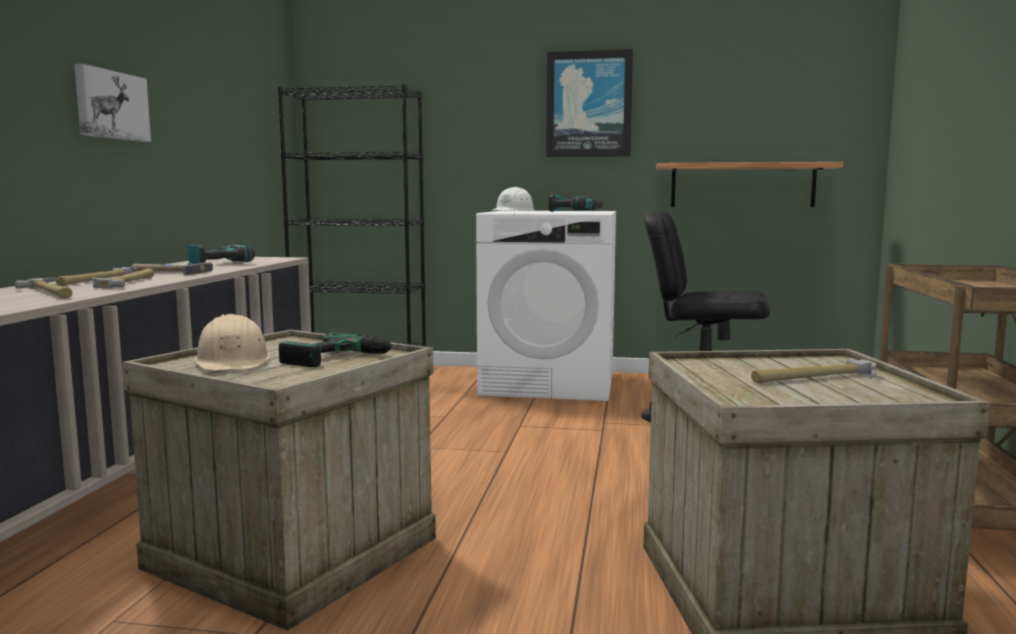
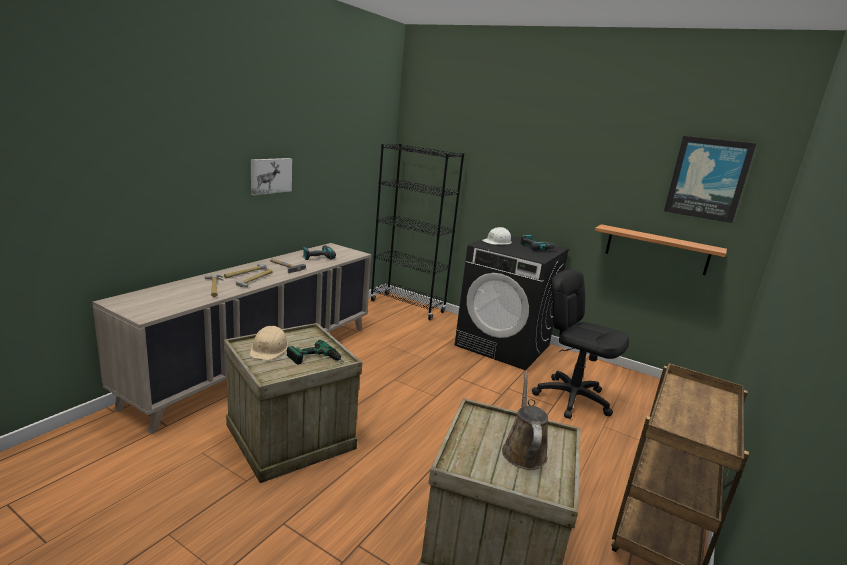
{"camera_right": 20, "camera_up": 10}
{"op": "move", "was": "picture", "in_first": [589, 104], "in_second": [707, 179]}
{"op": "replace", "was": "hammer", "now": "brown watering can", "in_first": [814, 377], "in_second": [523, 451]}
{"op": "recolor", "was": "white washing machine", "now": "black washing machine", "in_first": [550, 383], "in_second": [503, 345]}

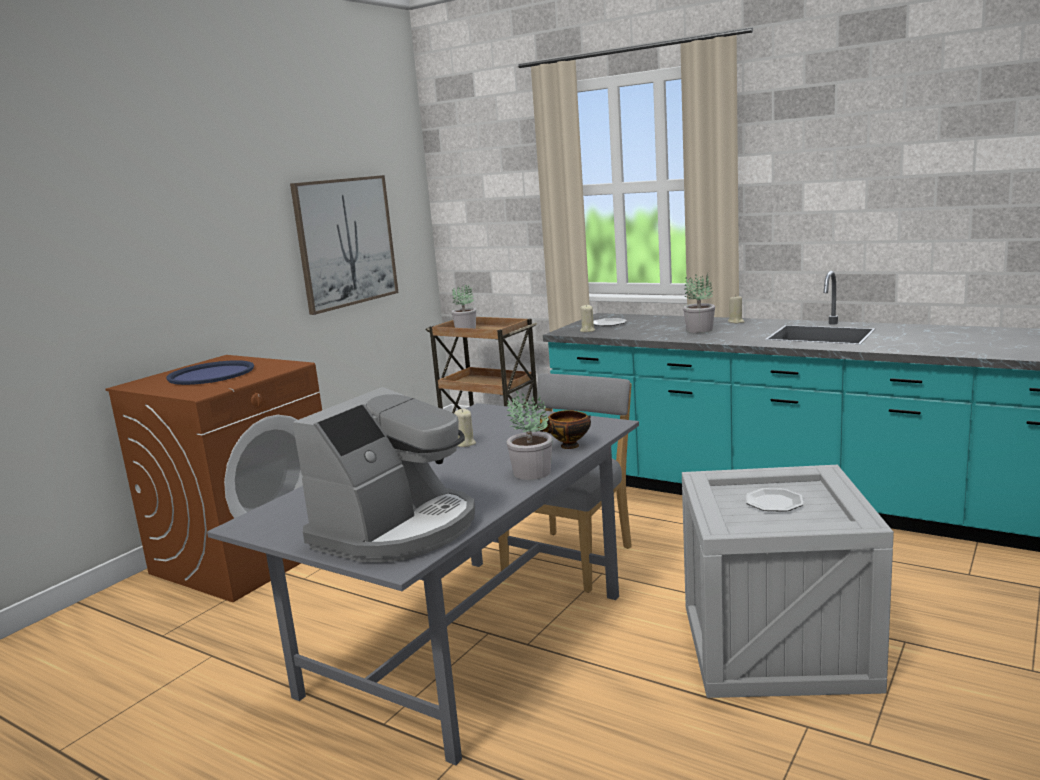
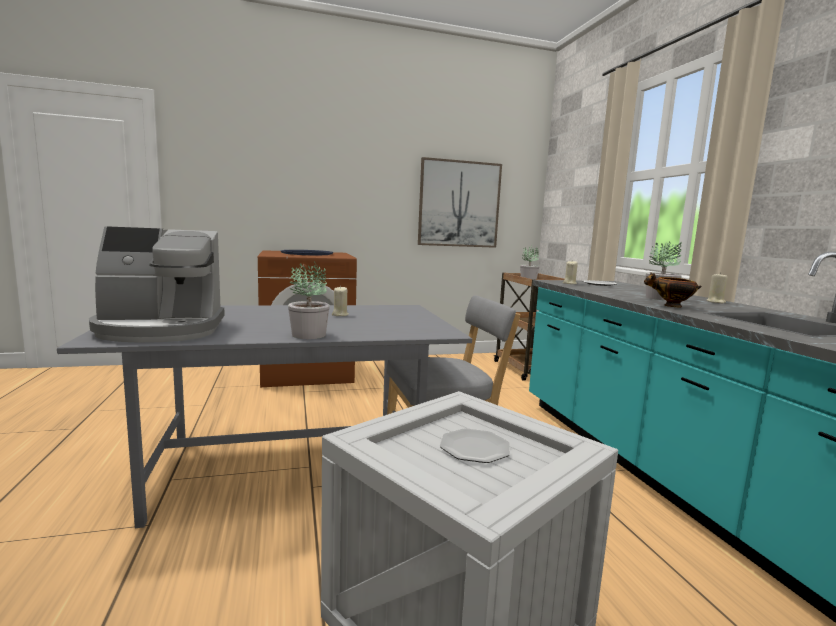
{"camera_right": 40, "camera_up": -5}
{"op": "move", "was": "bowl", "in_first": [568, 446], "in_second": [671, 306]}

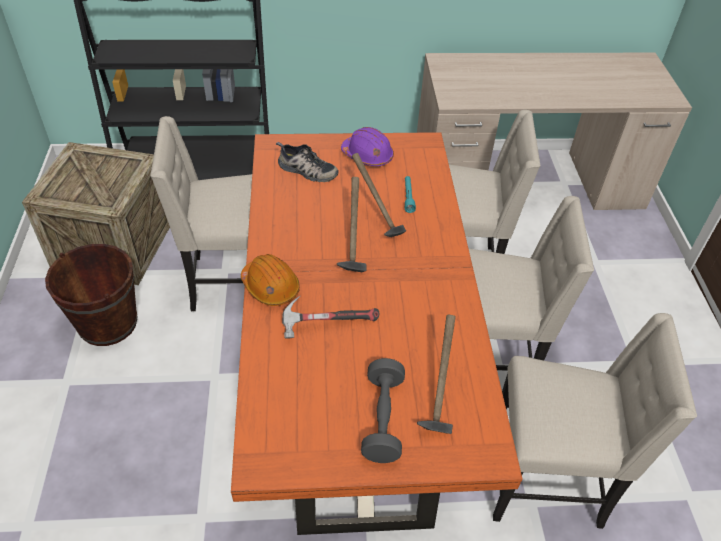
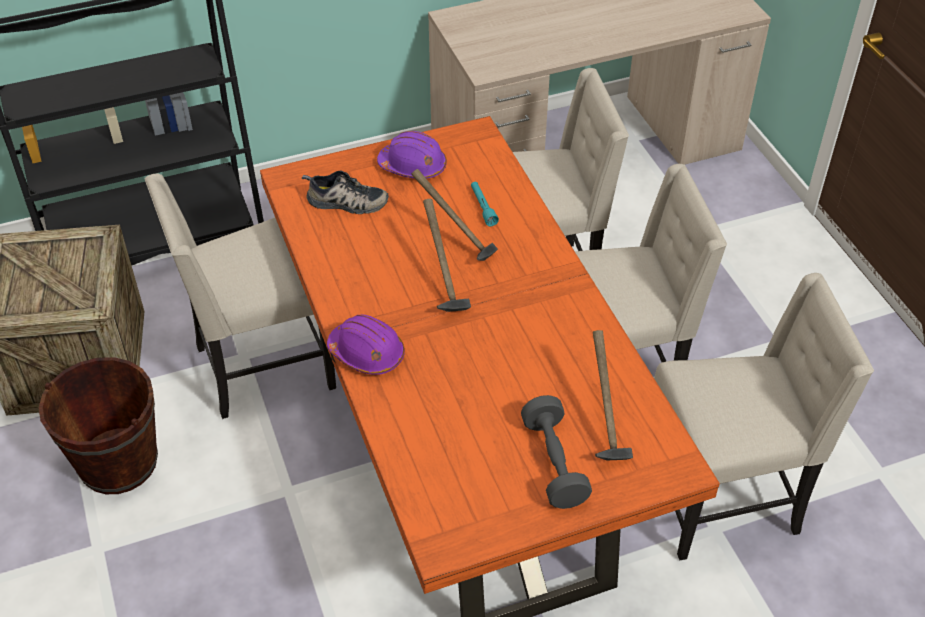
{"camera_right": -15, "camera_up": 0}
{"op": "delete", "was": "hammer", "in_first": [327, 324]}
{"op": "recolor", "was": "orange hard hat", "now": "purple hard hat", "in_first": [270, 287], "in_second": [367, 353]}

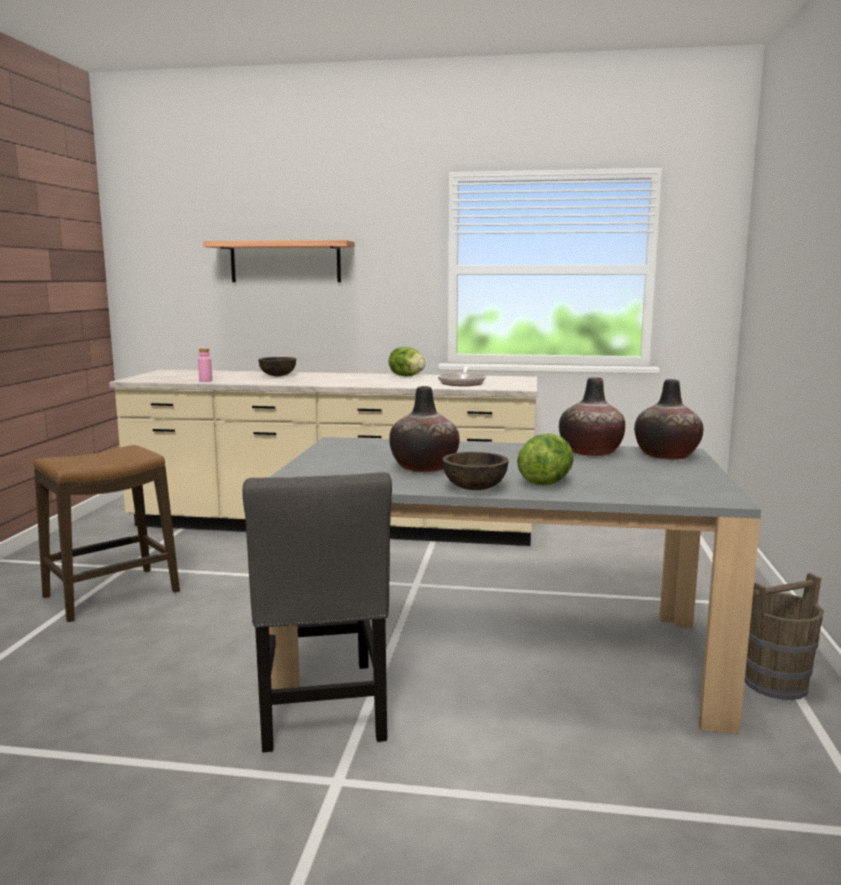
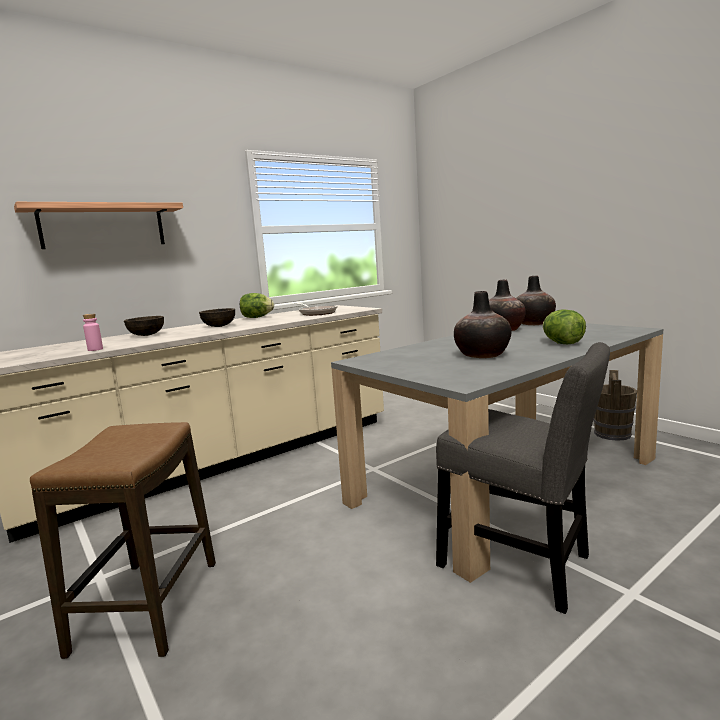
{"camera_right": -45, "camera_up": 0}
{"op": "move", "was": "brown bowl", "in_first": [475, 488], "in_second": [219, 326]}

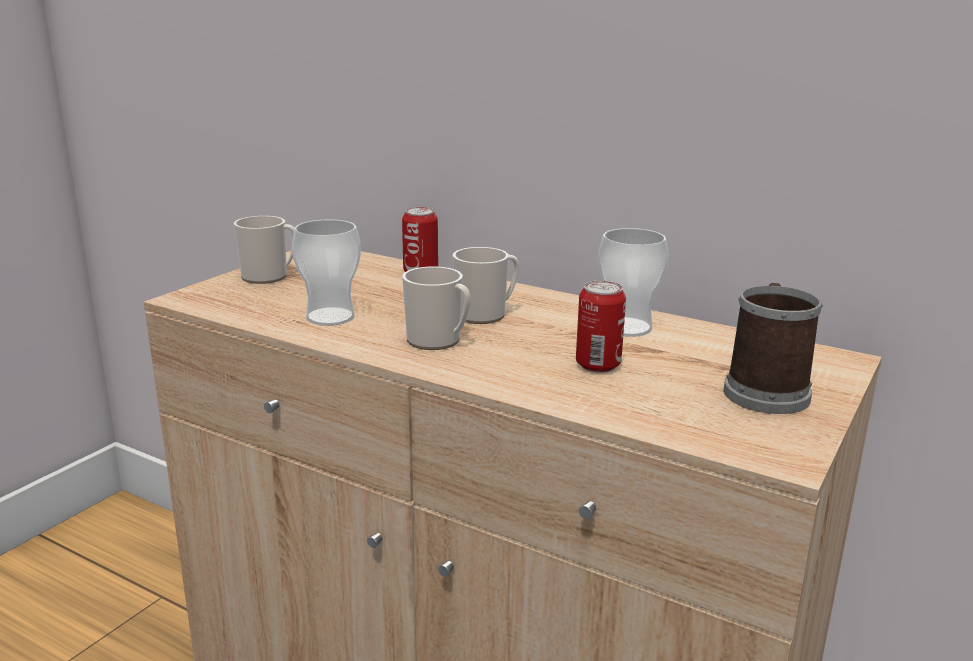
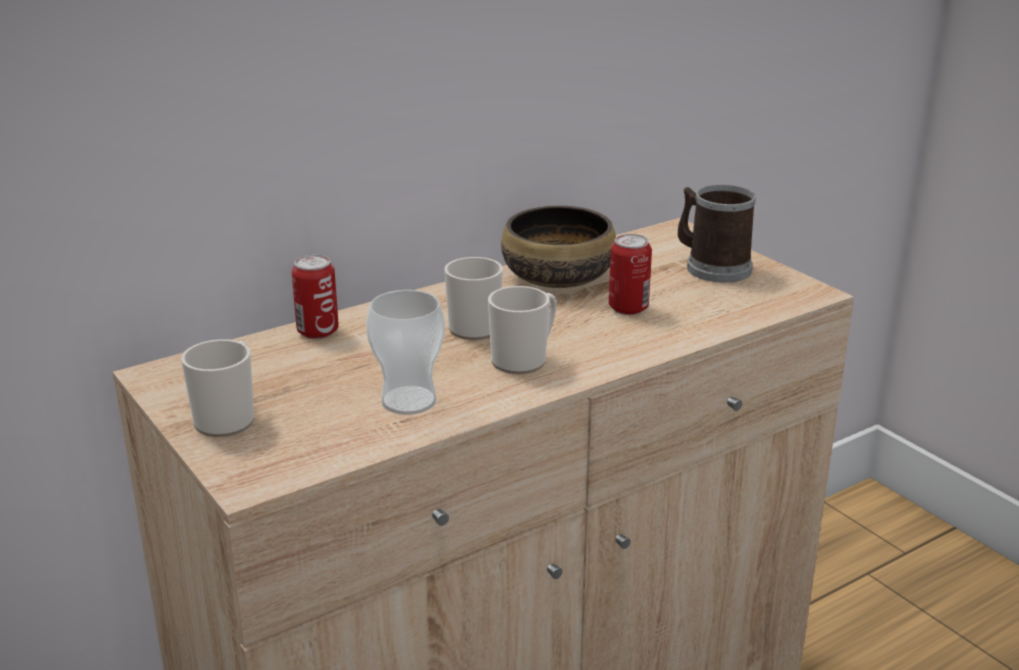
{"camera_right": -65, "camera_up": 5}
{"op": "replace", "was": "cup", "now": "bowl", "in_first": [627, 327], "in_second": [559, 278]}

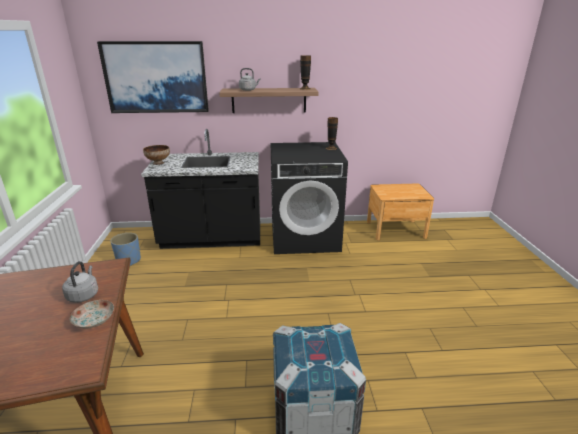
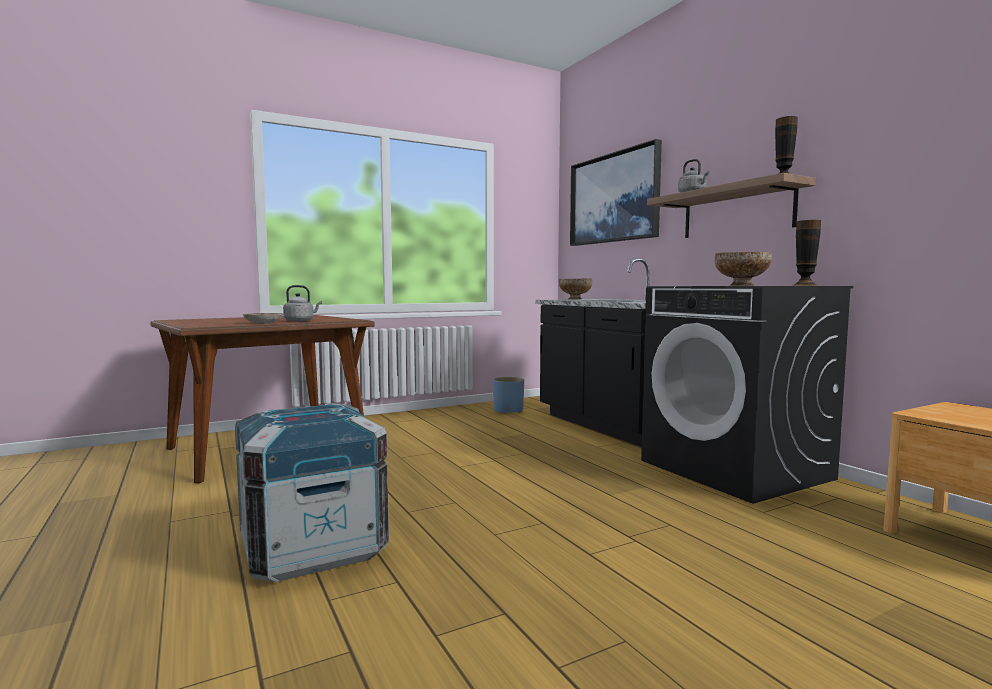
{"camera_right": 65, "camera_up": -20}
{"op": "insert", "now": "bowl", "in_second": [741, 285]}

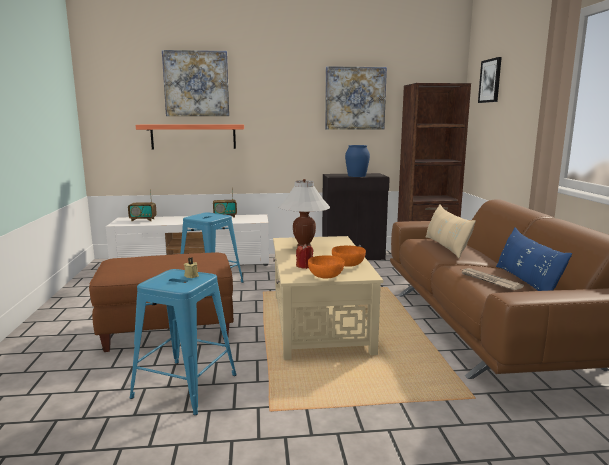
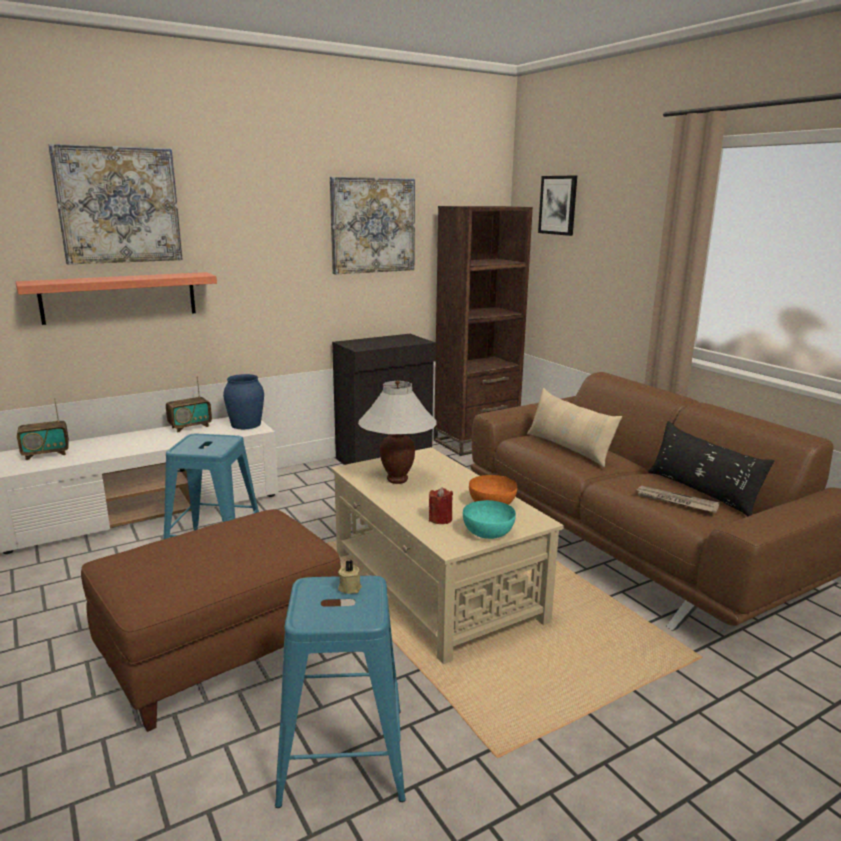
{"camera_right": -25, "camera_up": 5}
{"op": "move", "was": "blue vase", "in_first": [357, 175], "in_second": [246, 424]}
{"op": "recolor", "was": "orange bowl", "now": "turquoise bowl", "in_first": [325, 276], "in_second": [488, 533]}
{"op": "recolor", "was": "blue pillow", "now": "black pillow", "in_first": [526, 282], "in_second": [701, 492]}

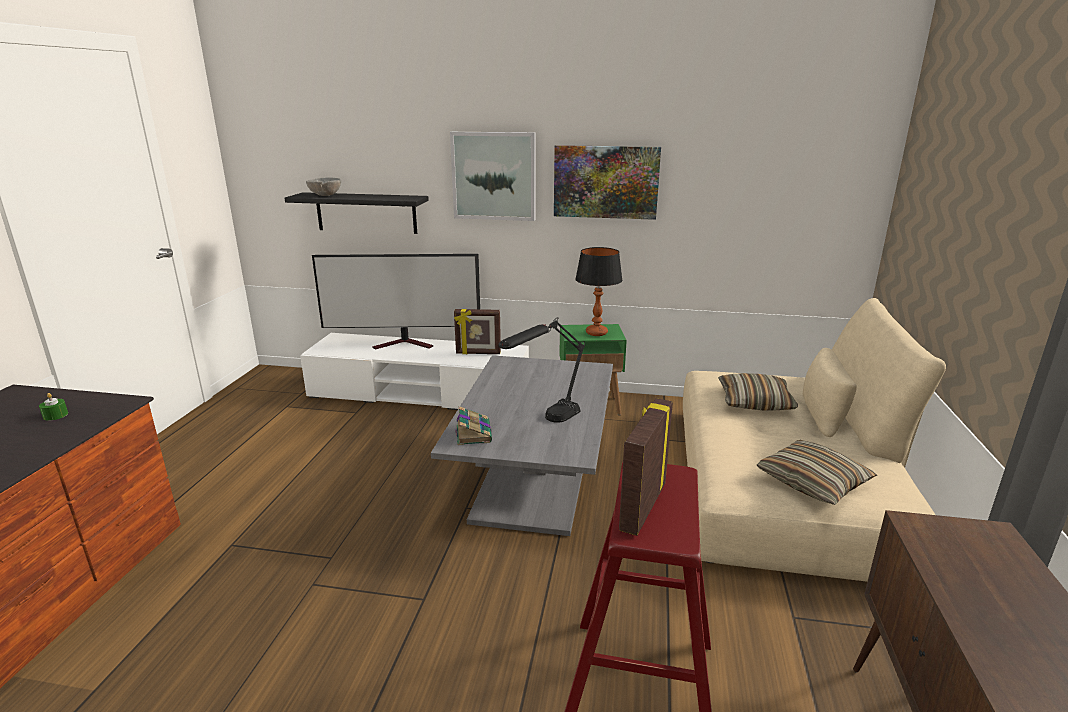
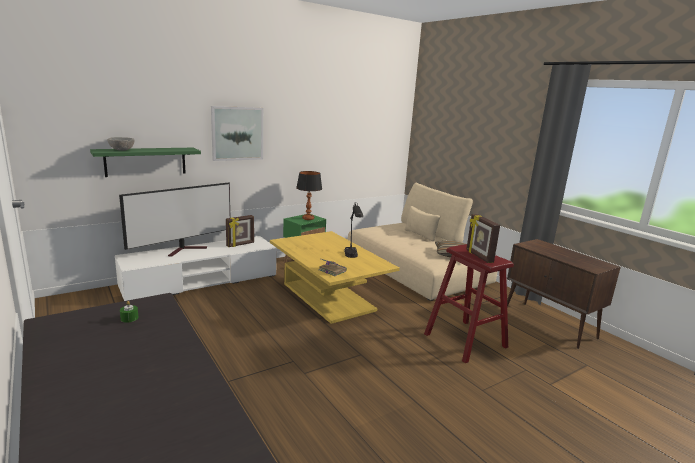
{"camera_right": -45, "camera_up": -5}
{"op": "delete", "was": "picture", "in_first": [606, 182]}
{"op": "delete", "was": "pillow", "in_first": [754, 402]}
{"op": "recolor", "was": "black shelf", "now": "green shelf", "in_first": [366, 213], "in_second": [146, 161]}
{"op": "recolor", "was": "grey coffee table", "now": "yellow coffee table", "in_first": [534, 478], "in_second": [328, 297]}

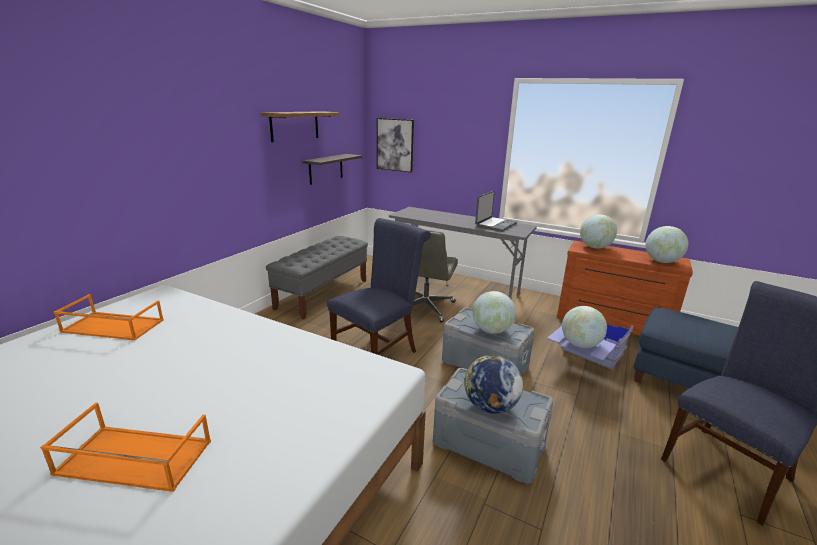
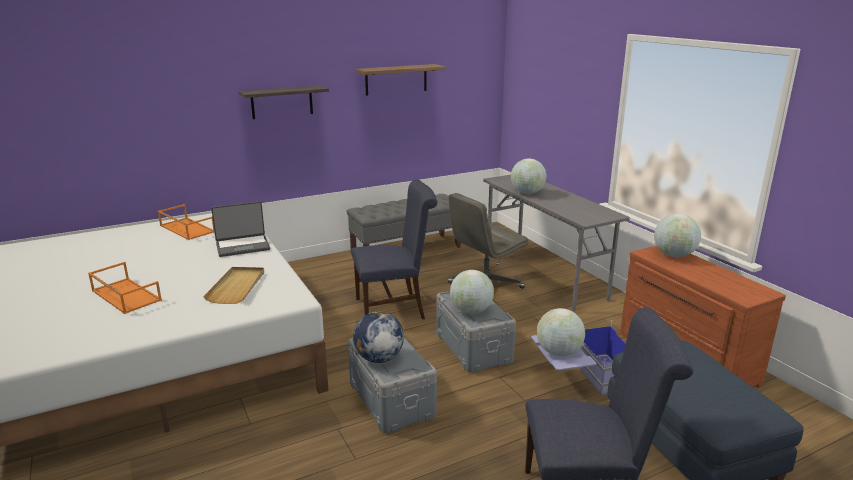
{"camera_right": 35, "camera_up": 0}
{"op": "delete", "was": "picture", "in_first": [395, 145]}
{"op": "insert", "now": "beige tray", "in_second": [237, 287]}
{"op": "move", "was": "shelf", "in_first": [326, 168], "in_second": [282, 102]}
{"op": "move", "was": "laptop", "in_first": [495, 225], "in_second": [243, 246]}
{"op": "move", "was": "globe", "in_first": [661, 261], "in_second": [527, 193]}

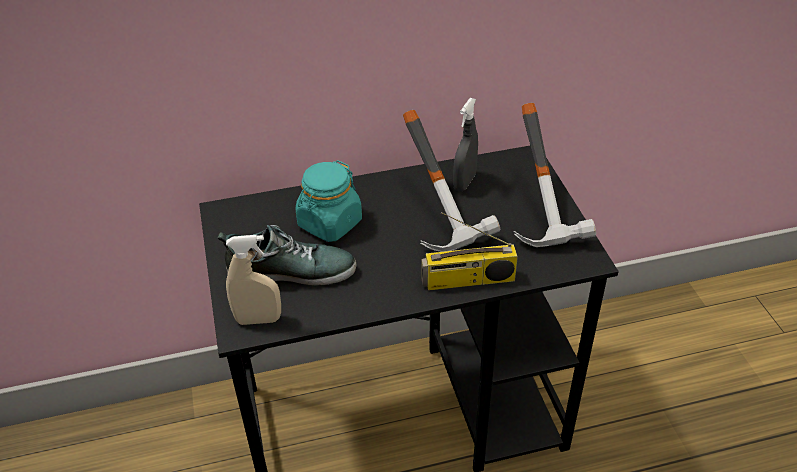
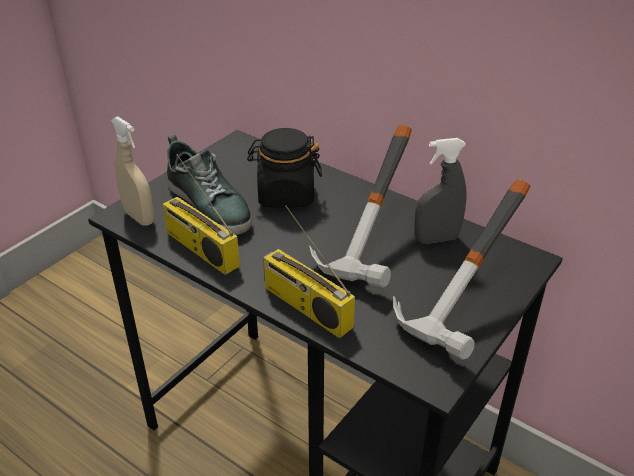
{"camera_right": 50, "camera_up": -5}
{"op": "insert", "now": "radio", "in_second": [199, 249]}
{"op": "recolor", "was": "turquoise jar", "now": "black jar", "in_first": [329, 223], "in_second": [286, 195]}

